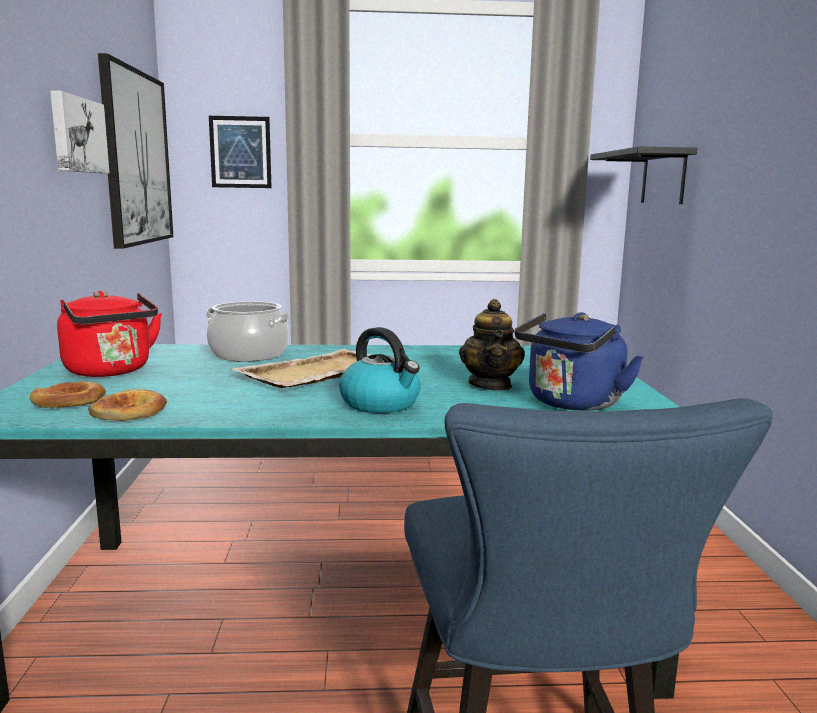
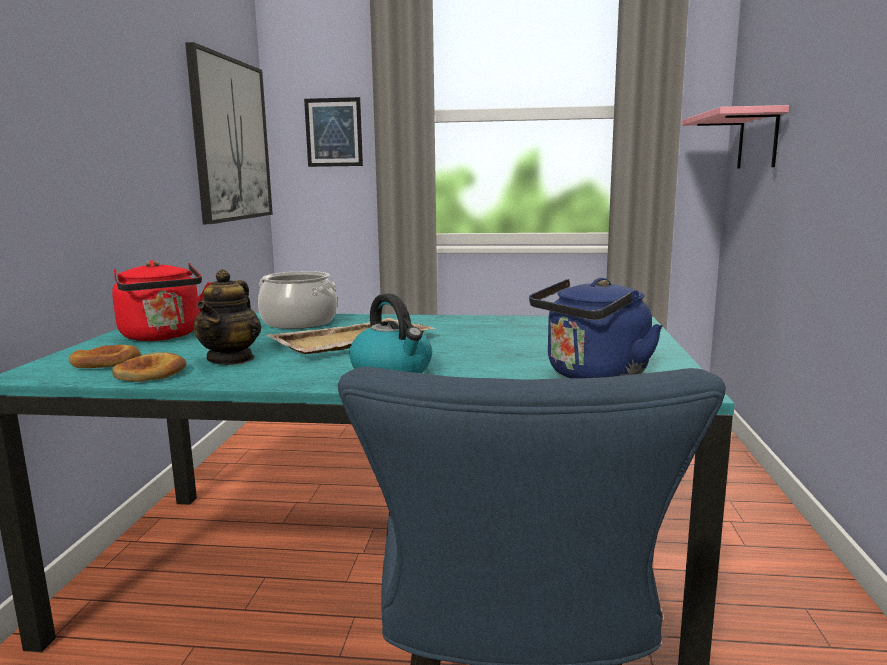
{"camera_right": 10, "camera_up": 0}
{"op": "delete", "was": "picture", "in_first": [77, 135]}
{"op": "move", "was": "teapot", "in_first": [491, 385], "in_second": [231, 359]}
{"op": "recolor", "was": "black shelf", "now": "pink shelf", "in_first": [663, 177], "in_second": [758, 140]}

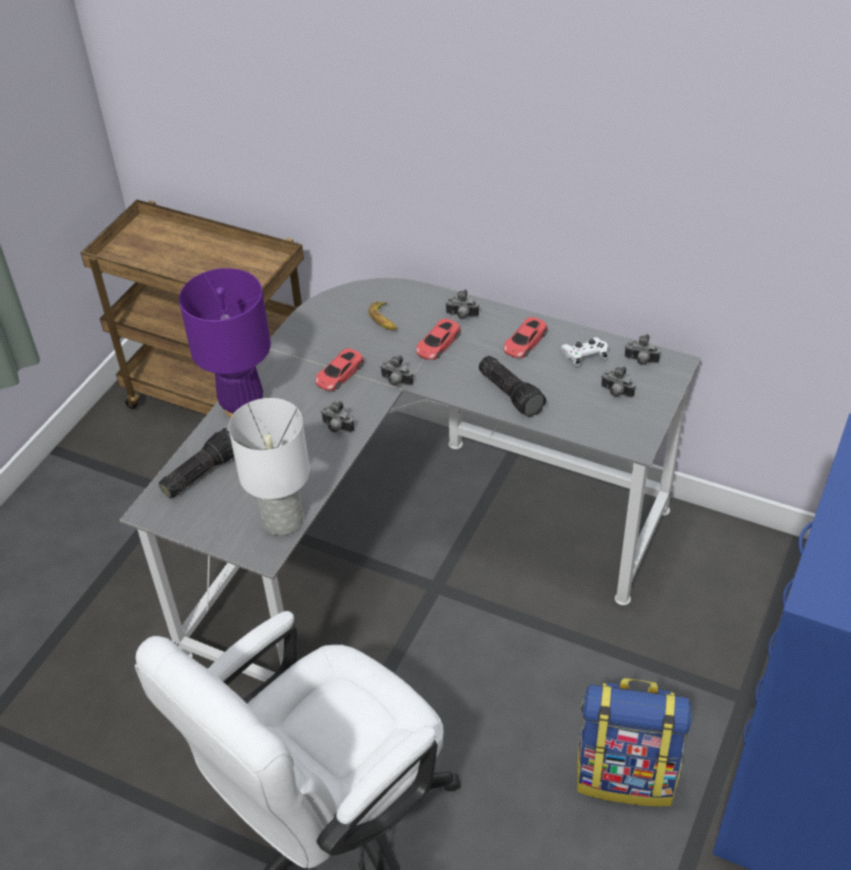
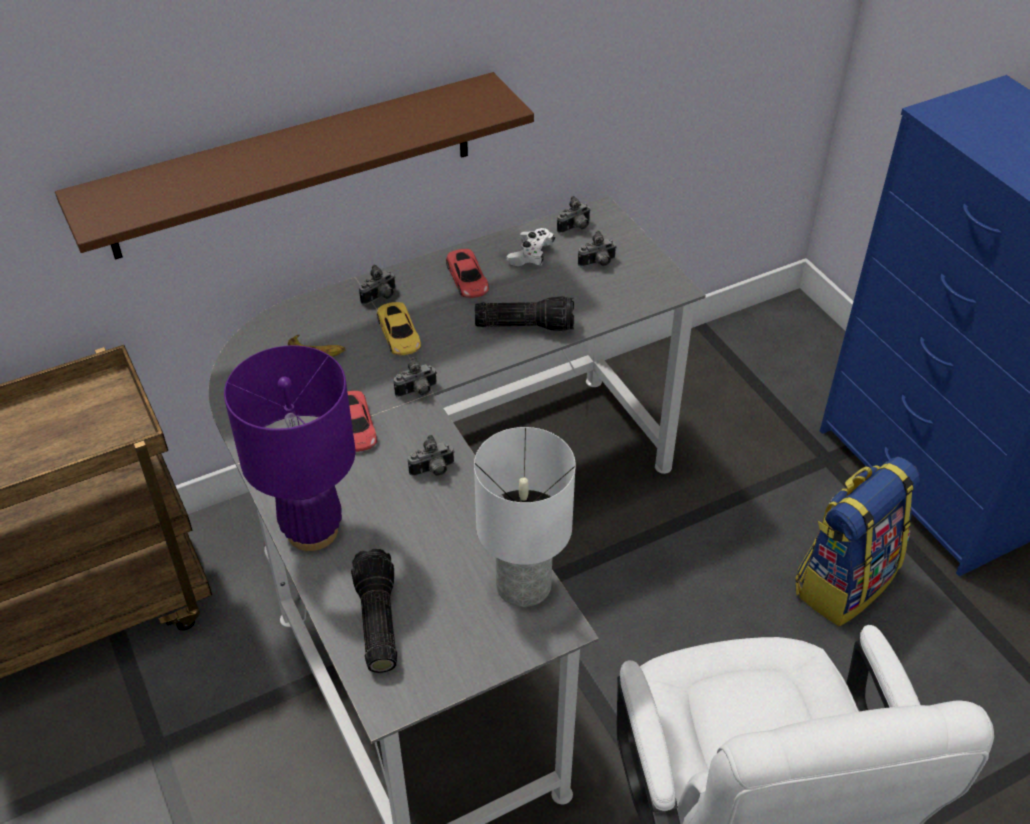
{"camera_right": -55, "camera_up": 0}
{"op": "insert", "now": "brown shelf", "in_second": [293, 166]}
{"op": "recolor", "was": "red toy car", "now": "yellow toy car", "in_first": [438, 343], "in_second": [399, 334]}

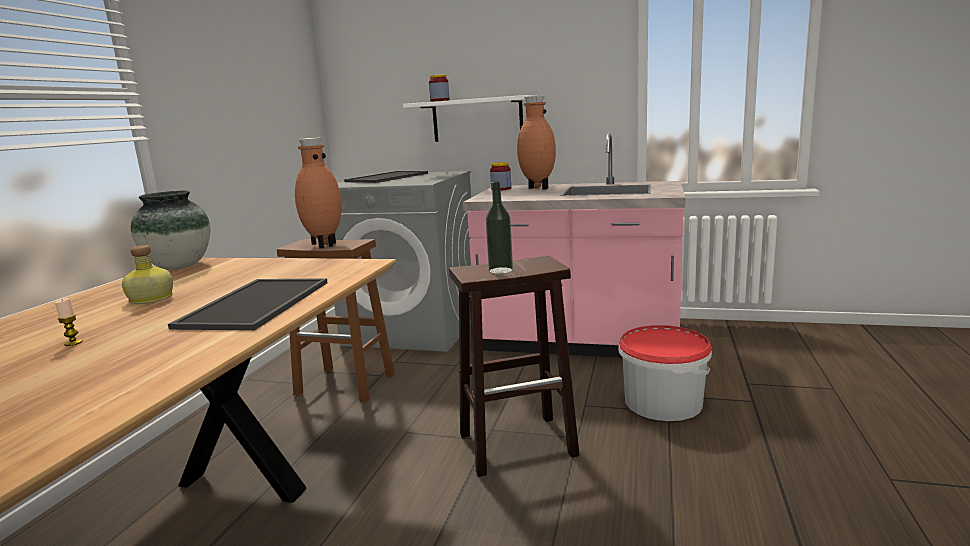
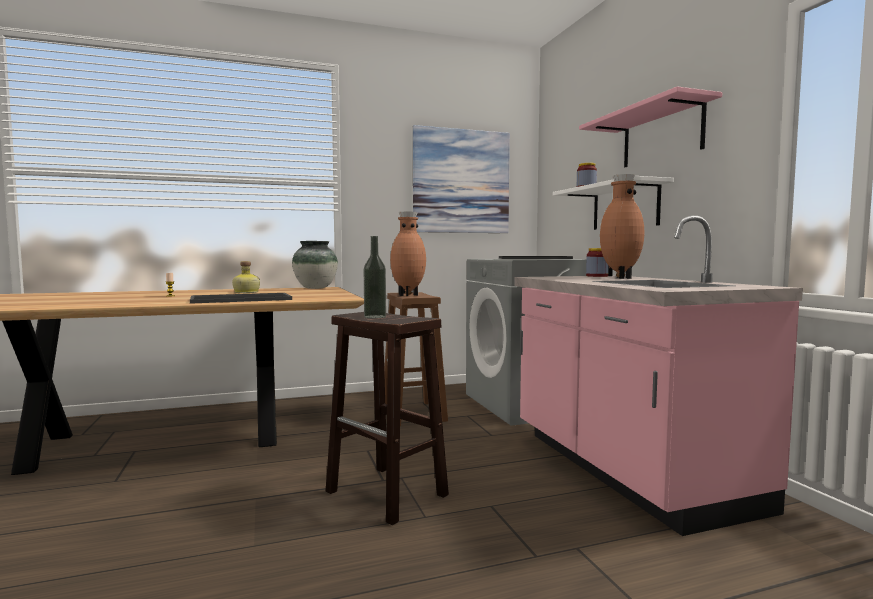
{"camera_right": 55, "camera_up": -10}
{"op": "delete", "was": "bucket", "in_first": [662, 402]}
{"op": "insert", "now": "picture", "in_second": [461, 181]}
{"op": "insert", "now": "pink shelf", "in_second": [661, 136]}

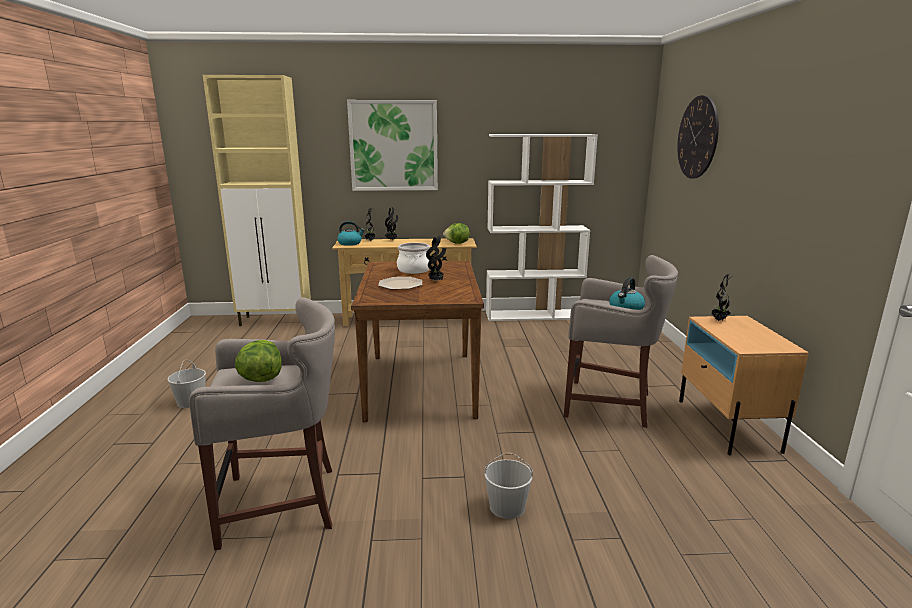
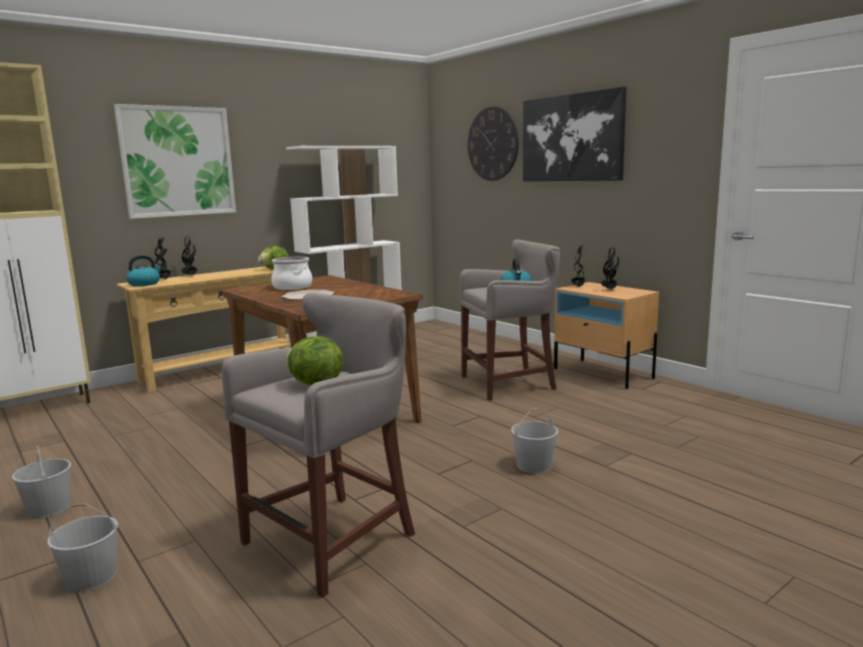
{"camera_right": -35, "camera_up": -5}
{"op": "insert", "now": "white bucket", "in_second": [92, 577]}
{"op": "insert", "now": "picture", "in_second": [571, 138]}
{"op": "move", "was": "potted plant", "in_first": [436, 281], "in_second": [610, 289]}

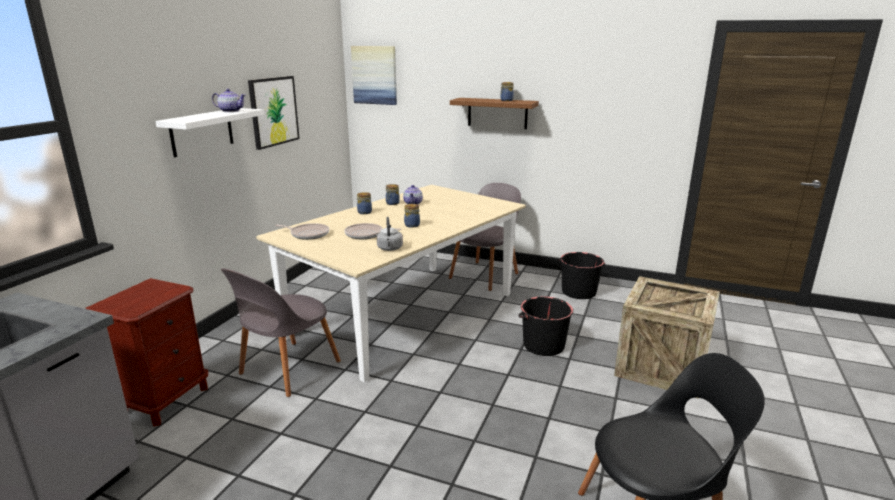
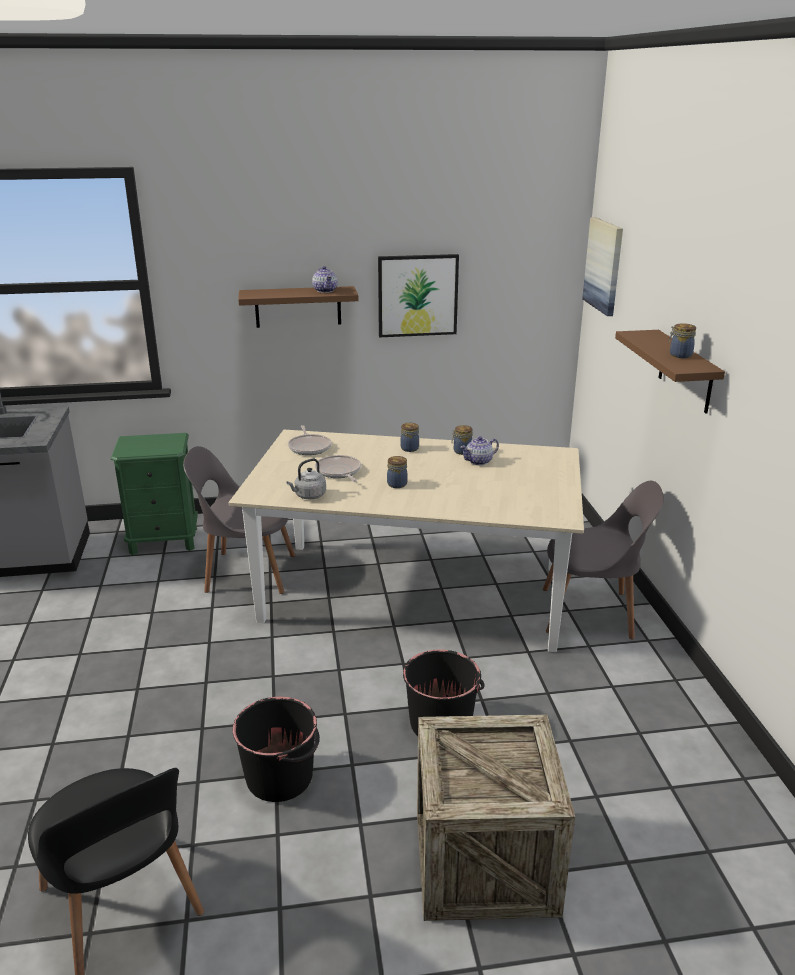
{"camera_right": 60, "camera_up": 5}
{"op": "move", "was": "black bucket", "in_first": [578, 292], "in_second": [280, 777]}
{"op": "recolor", "was": "brown nightstand", "now": "green nightstand", "in_first": [165, 400], "in_second": [164, 541]}
{"op": "recolor", "was": "white shelf", "now": "brown shelf", "in_first": [202, 132], "in_second": [298, 307]}

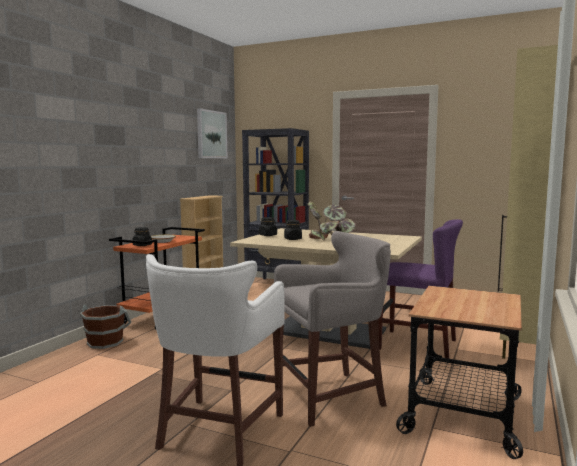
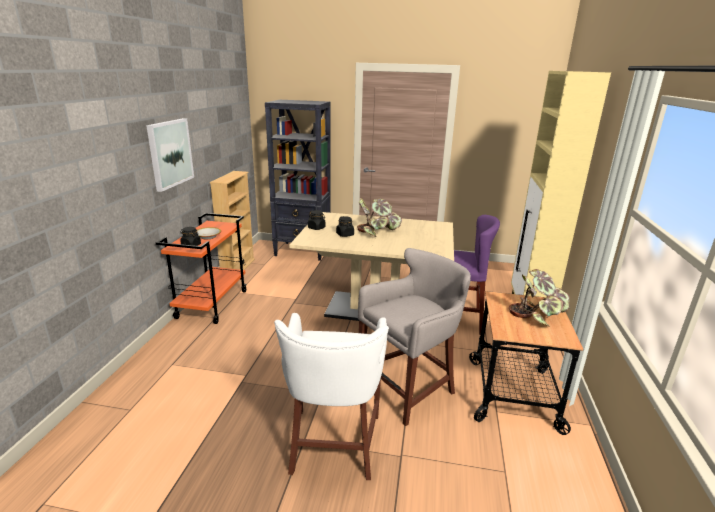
{"camera_right": -15, "camera_up": 15}
{"op": "delete", "was": "brown bucket", "in_first": [105, 342]}
{"op": "insert", "now": "potted plant", "in_second": [537, 314]}
{"op": "move", "was": "picture", "in_first": [211, 134], "in_second": [170, 153]}

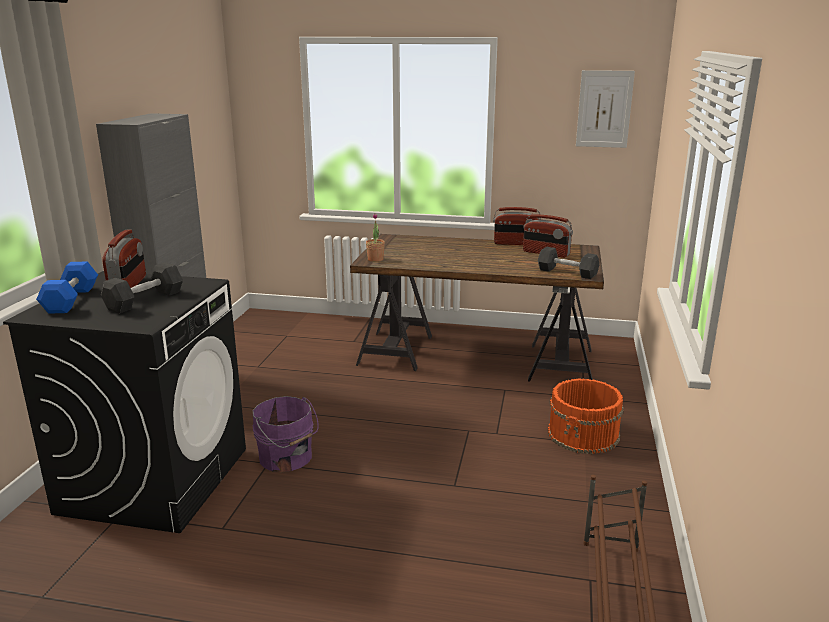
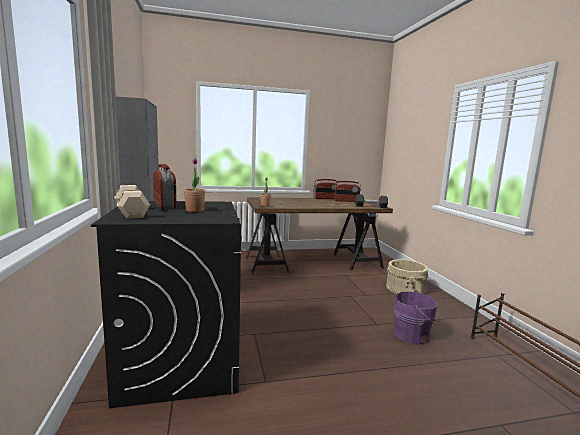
{"camera_right": -25, "camera_up": -10}
{"op": "delete", "was": "picture", "in_first": [604, 109]}
{"op": "move", "was": "purple bucket", "in_first": [286, 458], "in_second": [413, 335]}
{"op": "replace", "was": "black dumbbell", "now": "potted plant", "in_first": [145, 300], "in_second": [195, 210]}
{"op": "recolor", "was": "blue dumbbell", "now": "beige dumbbell", "in_first": [71, 300], "in_second": [131, 212]}
{"op": "recolor", "was": "orange bucket", "now": "beige bucket", "in_first": [584, 434], "in_second": [406, 289]}

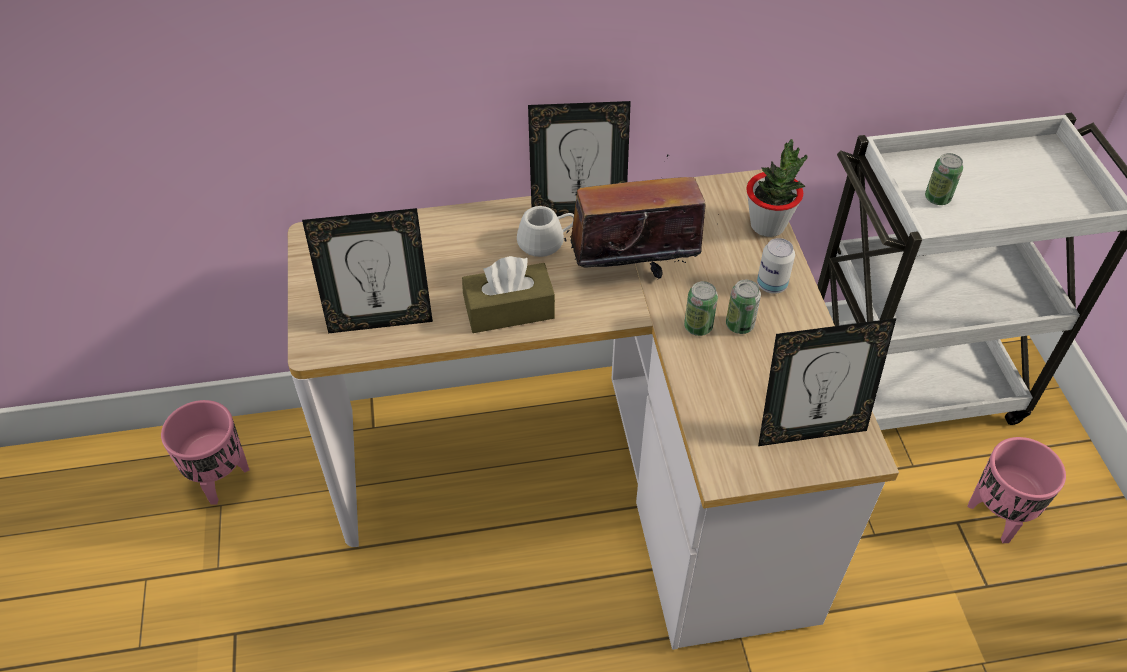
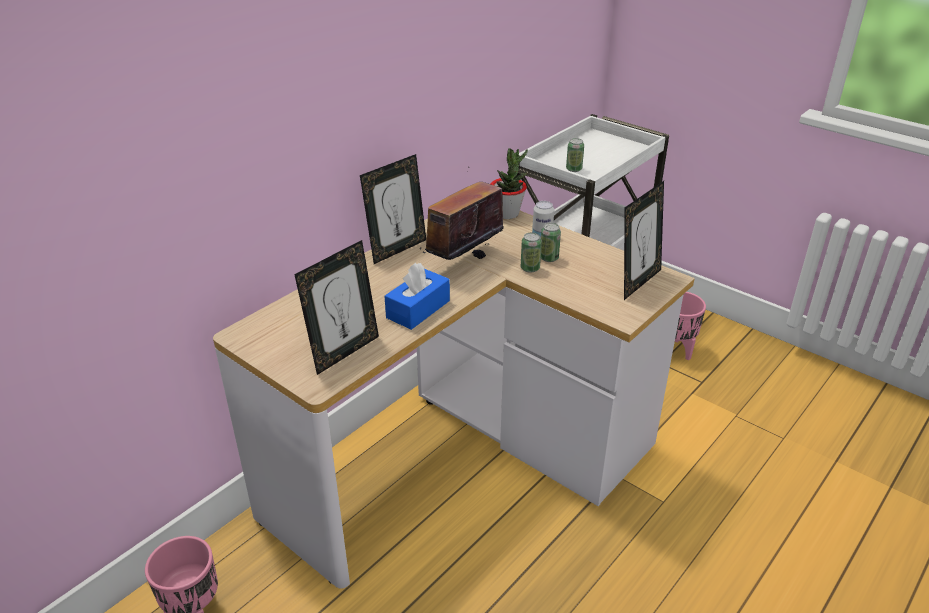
{"camera_right": -40, "camera_up": -15}
{"op": "delete", "was": "white mug", "in_first": [546, 241]}
{"op": "recolor", "was": "brown tissue box", "now": "blue tissue box", "in_first": [509, 310], "in_second": [418, 309]}

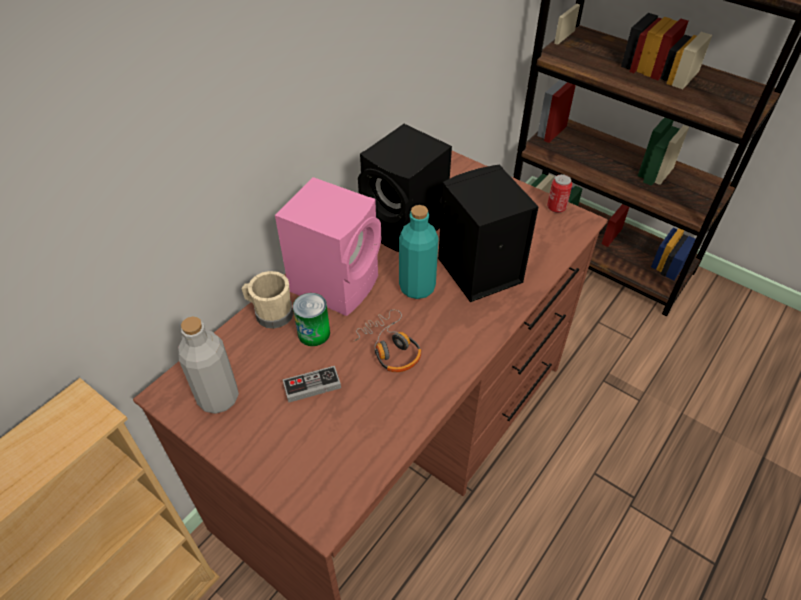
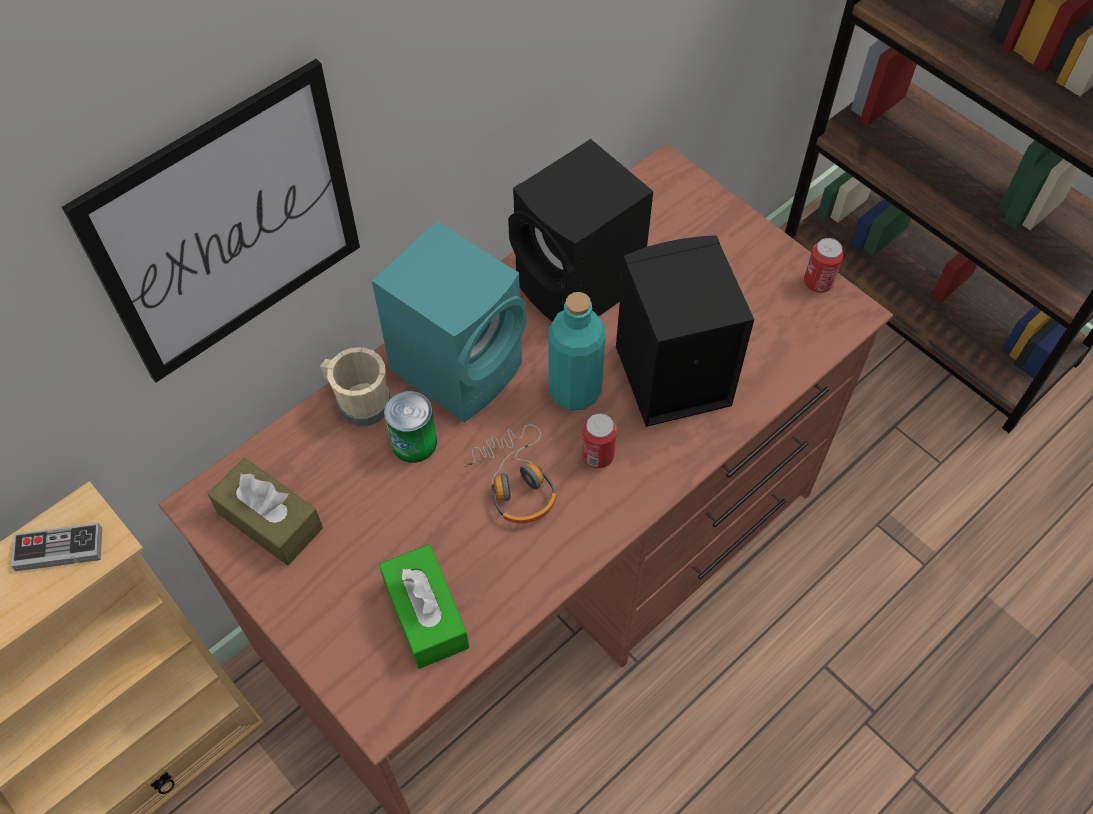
{"camera_right": 10, "camera_up": 10}
{"op": "insert", "now": "picture", "in_second": [228, 227]}
{"op": "insert", "now": "green tissue box", "in_second": [426, 614]}
{"op": "insert", "now": "can", "in_second": [597, 455]}
{"op": "move", "was": "game controller", "in_first": [312, 386], "in_second": [59, 549]}
{"op": "replace", "was": "grey bottle", "now": "brown tissue box", "in_first": [218, 398], "in_second": [270, 520]}
{"op": "recolor", "was": "pink speaker", "now": "turquoise speaker", "in_first": [337, 282], "in_second": [460, 365]}

